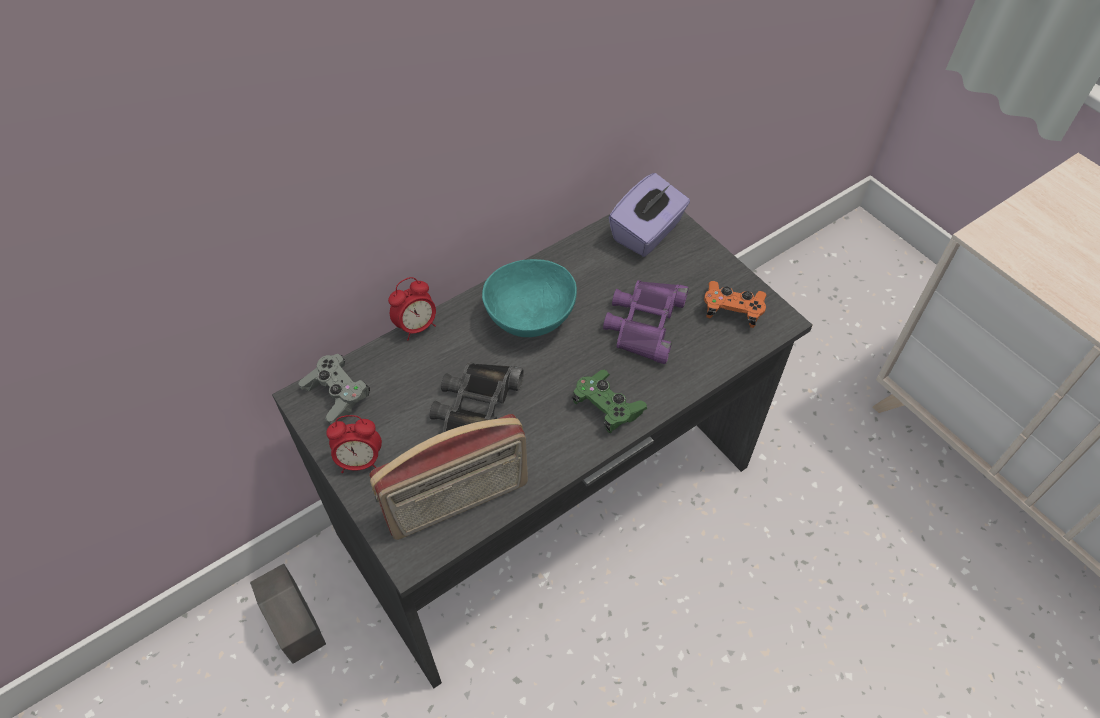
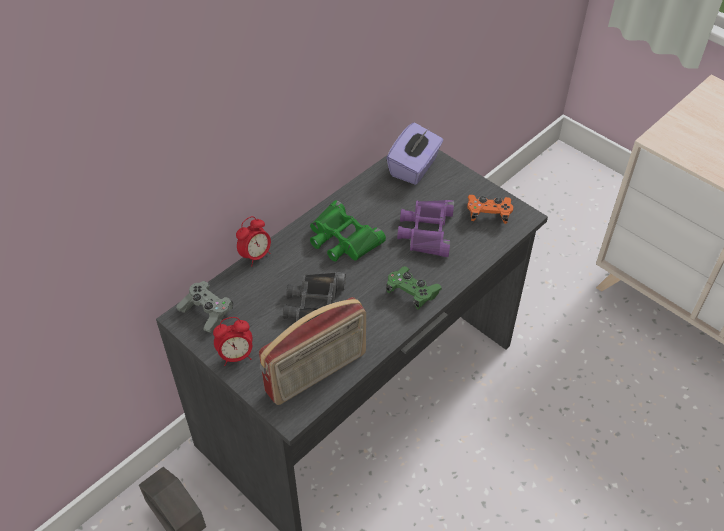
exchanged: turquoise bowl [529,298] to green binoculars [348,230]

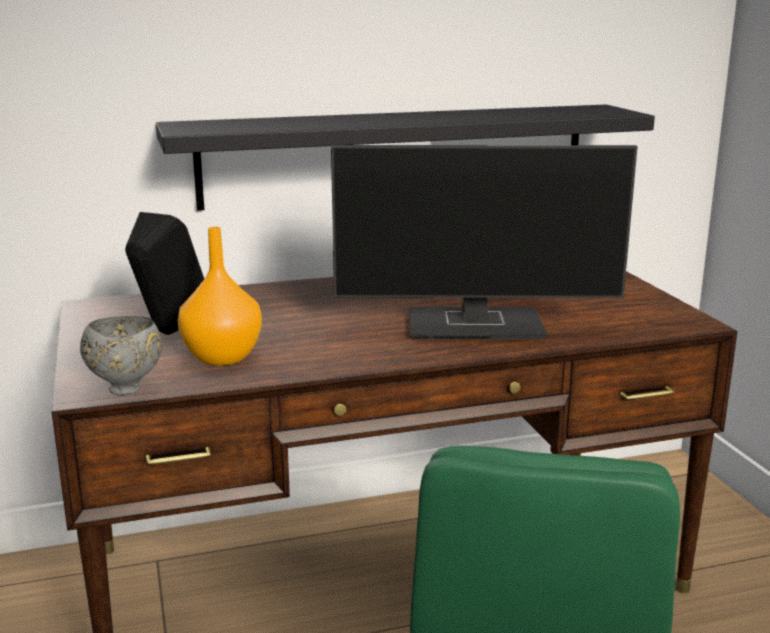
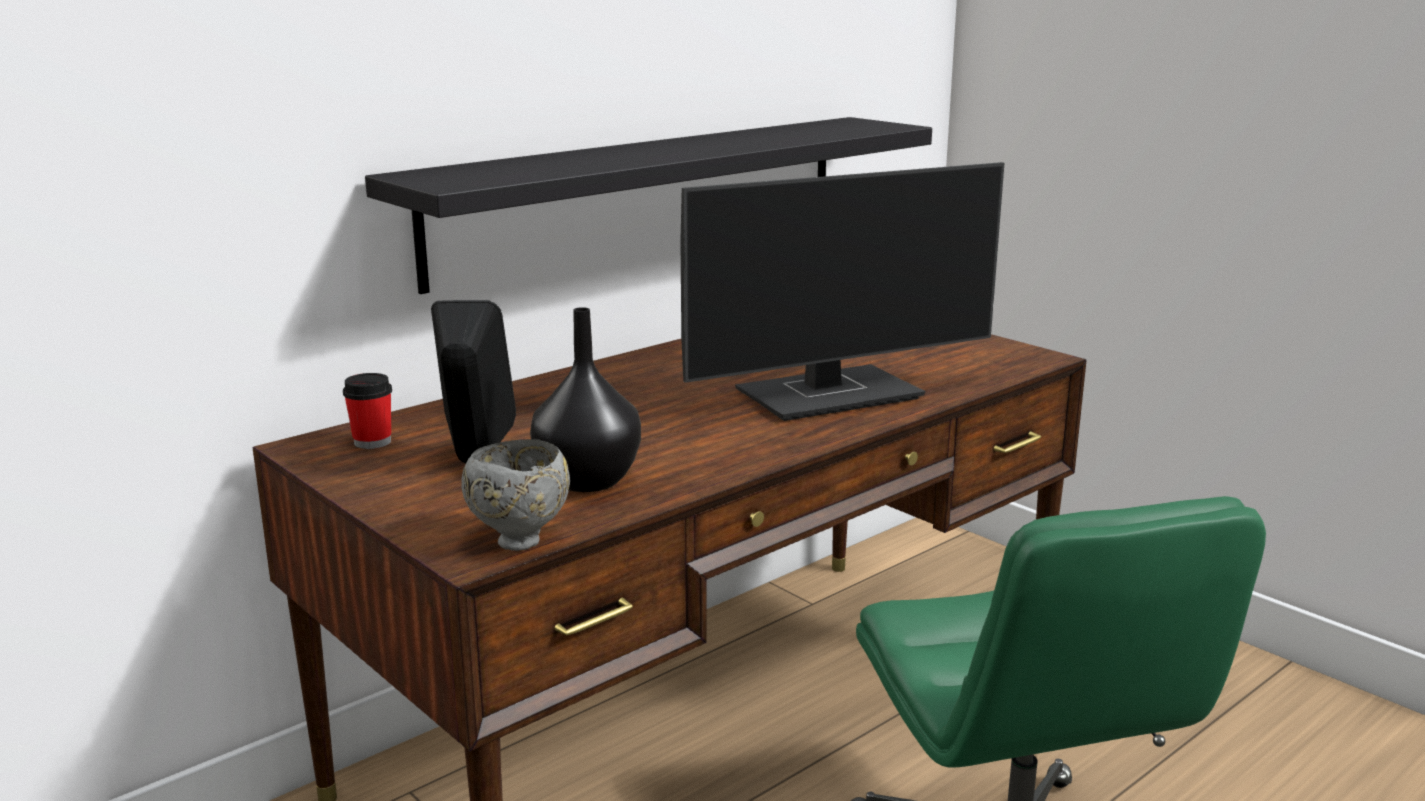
appeared: cup [367,411]
colour: orange vase [220,296] to black vase [585,399]

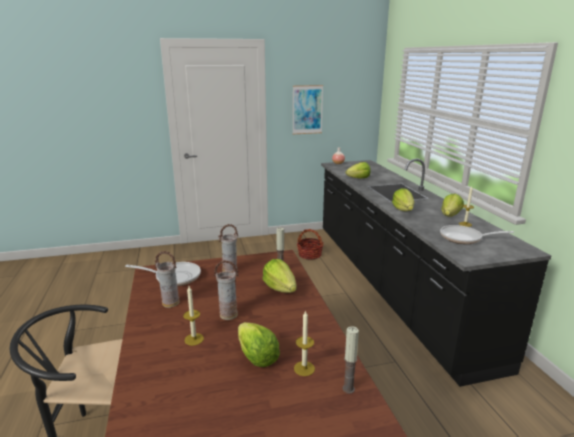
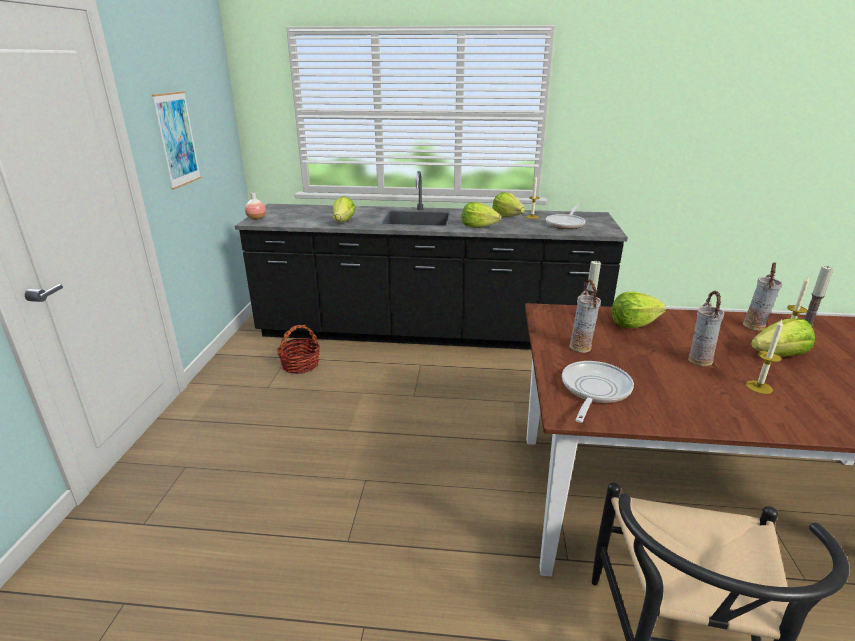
relocated: vase [167,279] to [762,297]

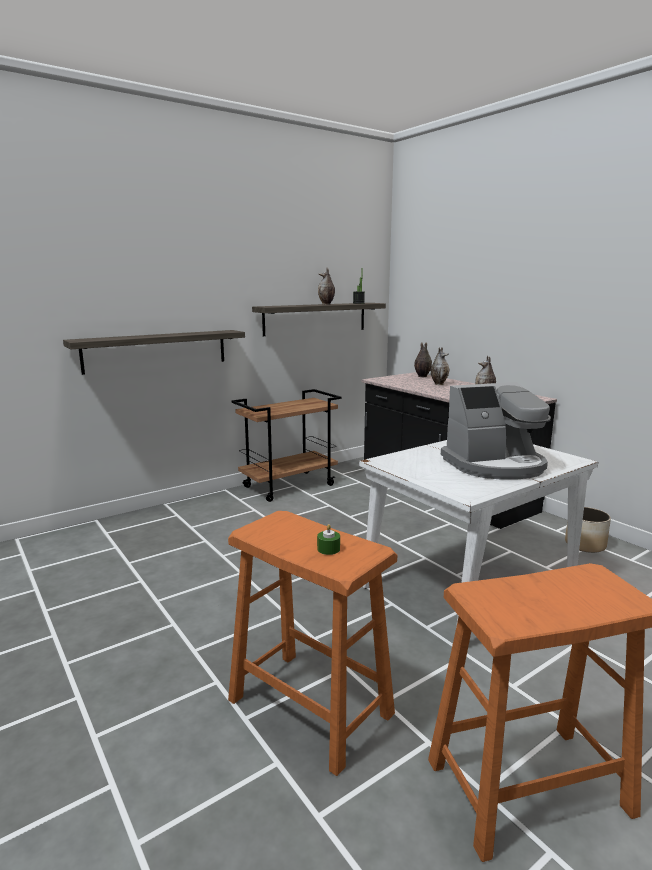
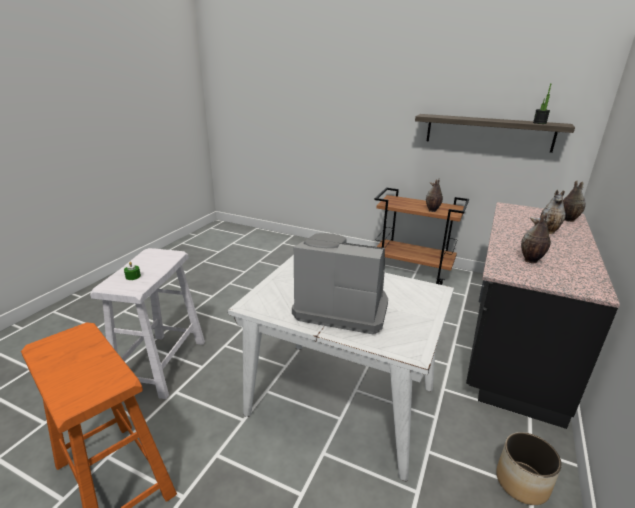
missing: shelf [154,352]
relocated: vase [326,286] to [434,195]
colour: orange stool [312,643] to white stool [147,323]
spun: coffee machine [496,430] = [340,283] 150 degrees clockwise

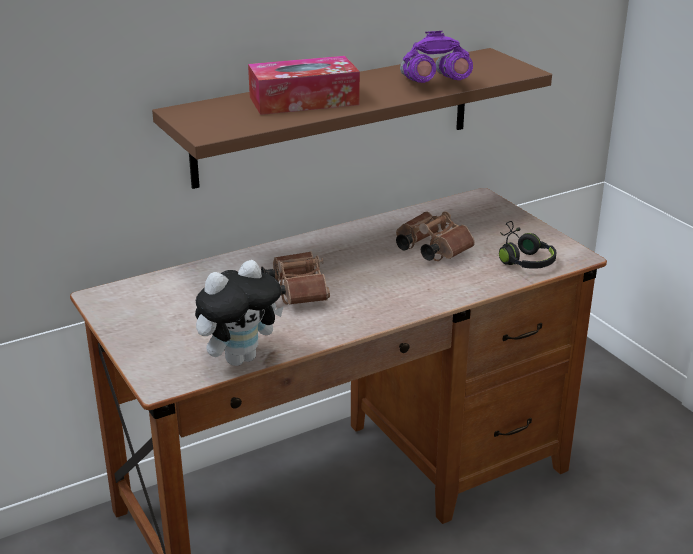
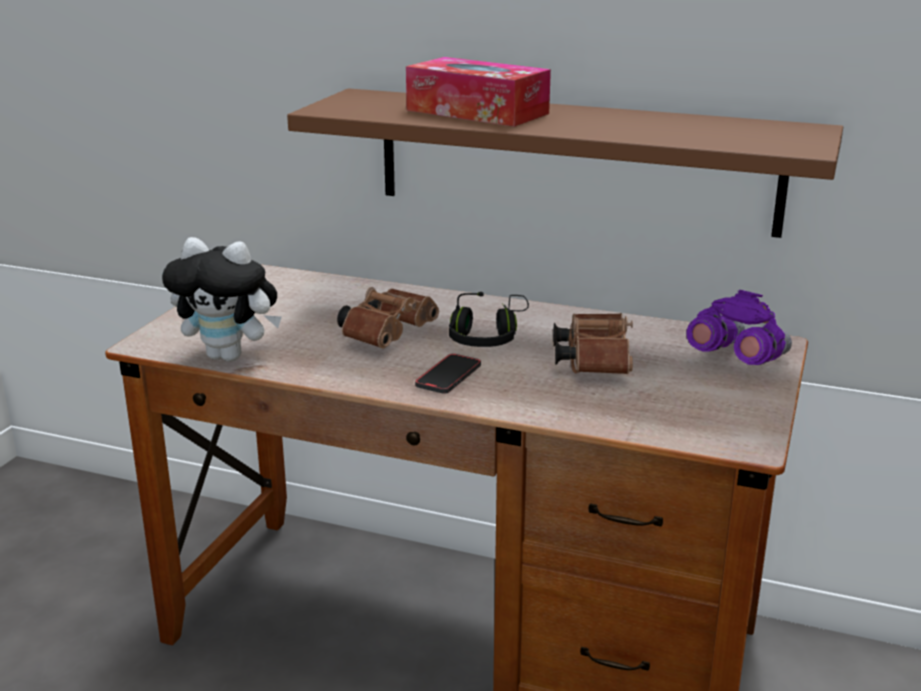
appeared: phone [448,374]
relocated: black headphones [528,245] to [489,319]; purple binoculars [436,57] to [739,327]

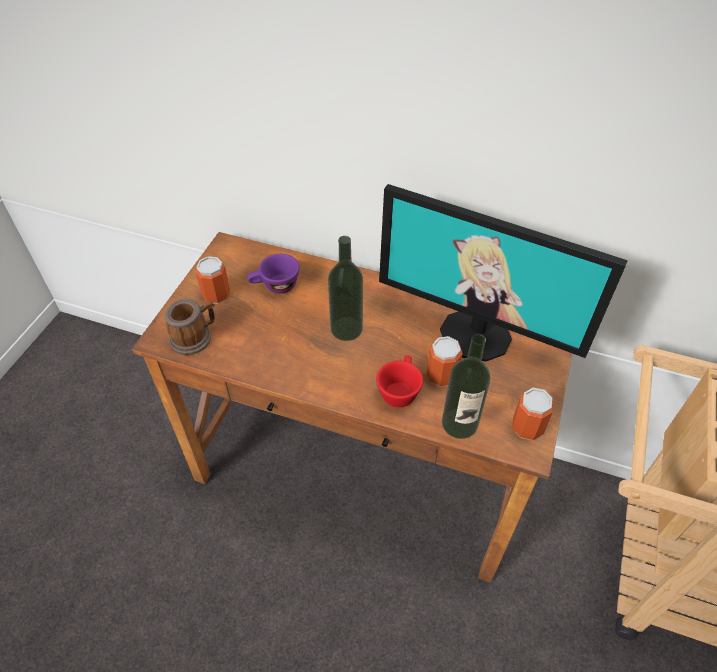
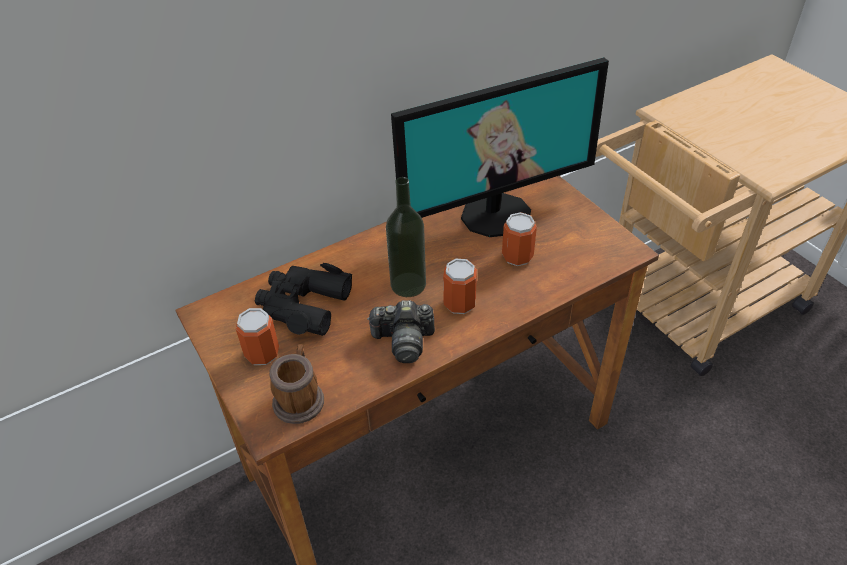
missing: red cup [399,381]; bottle [466,386]
appeared: photo camera [401,331]
relocated: can [533,414] to [460,286]
exchanged: purple cup [273,274] to black binoculars [303,299]

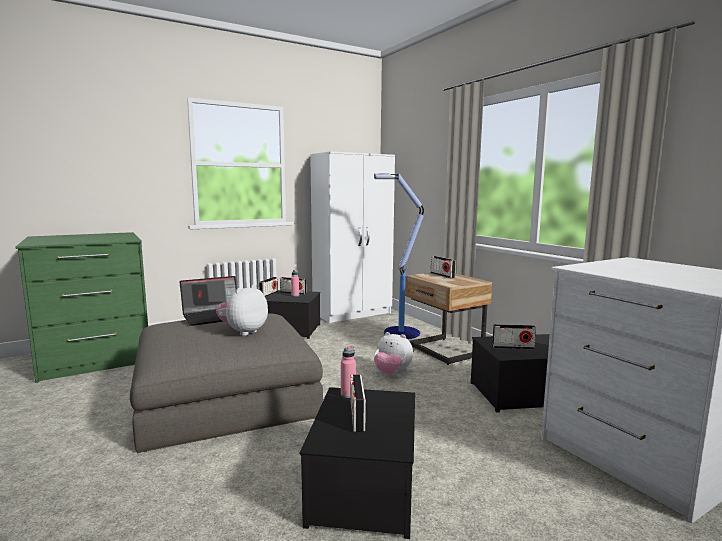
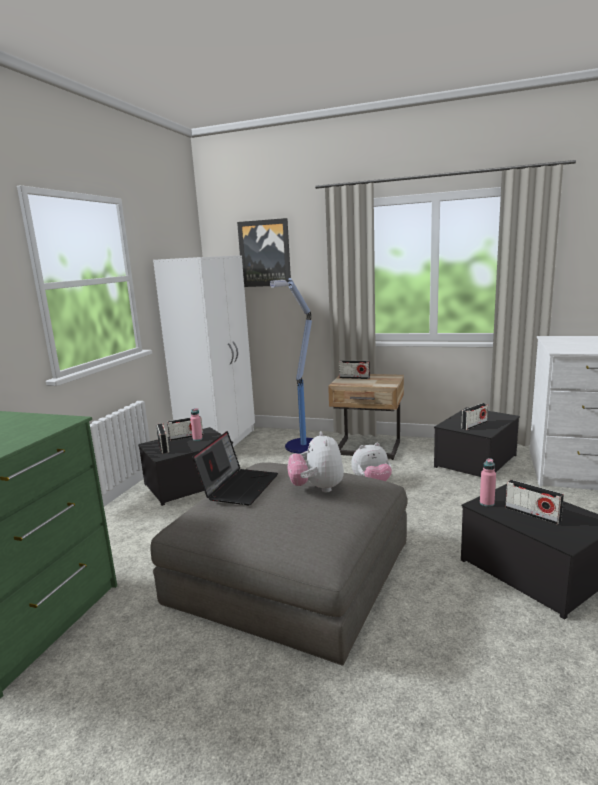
appeared: picture [264,252]

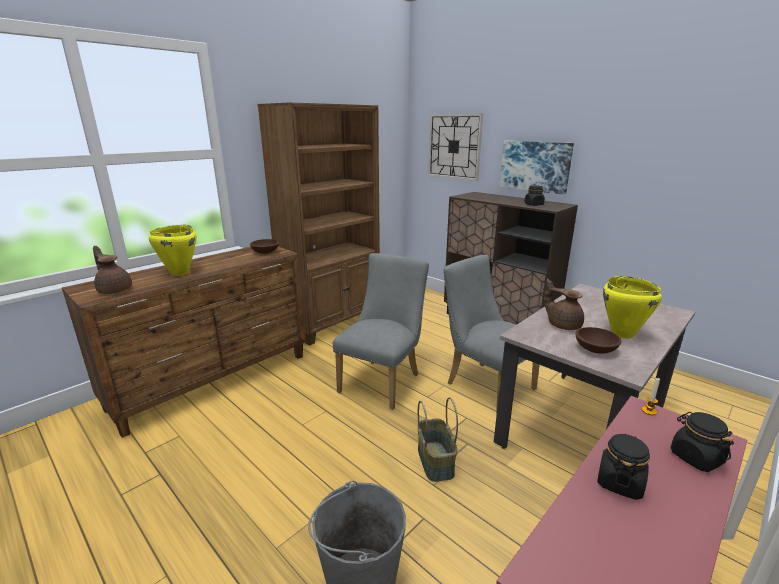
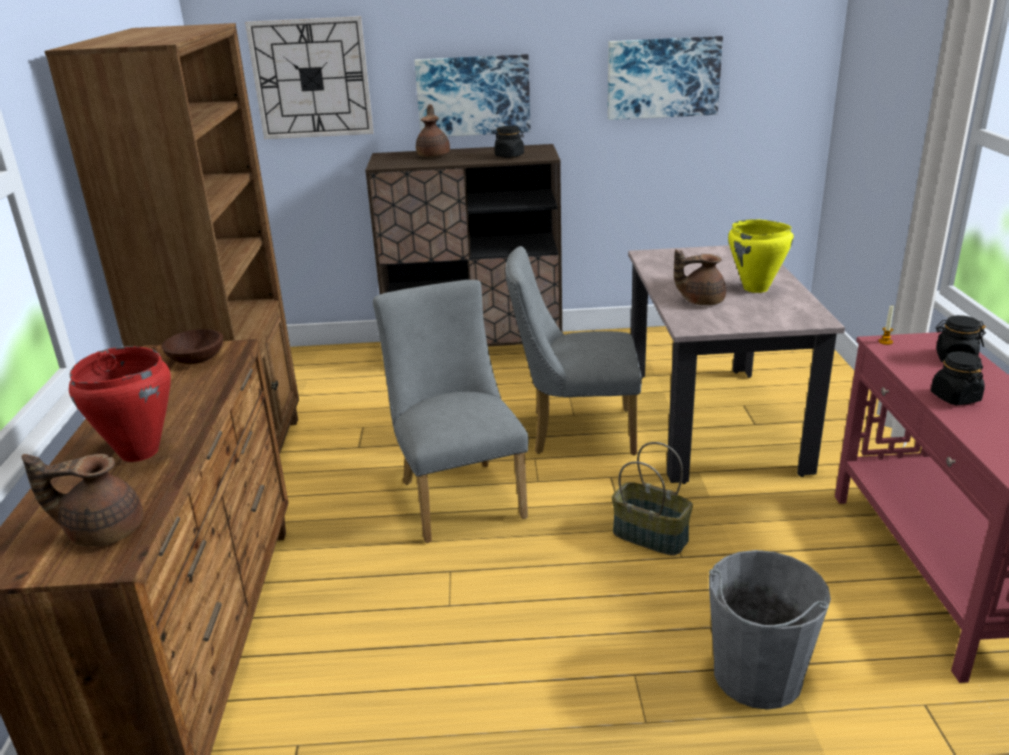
missing: brown bowl [598,340]
appeared: brown teapot [433,131]; picture [665,78]
colour: yellow cooking pot [172,250] to red cooking pot [120,404]

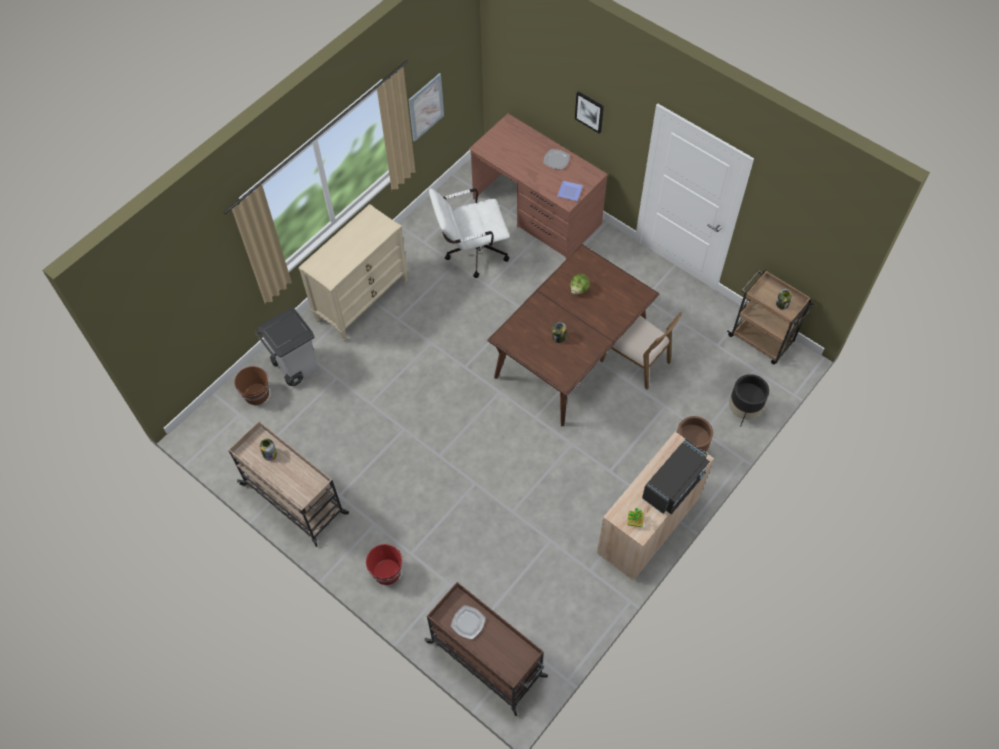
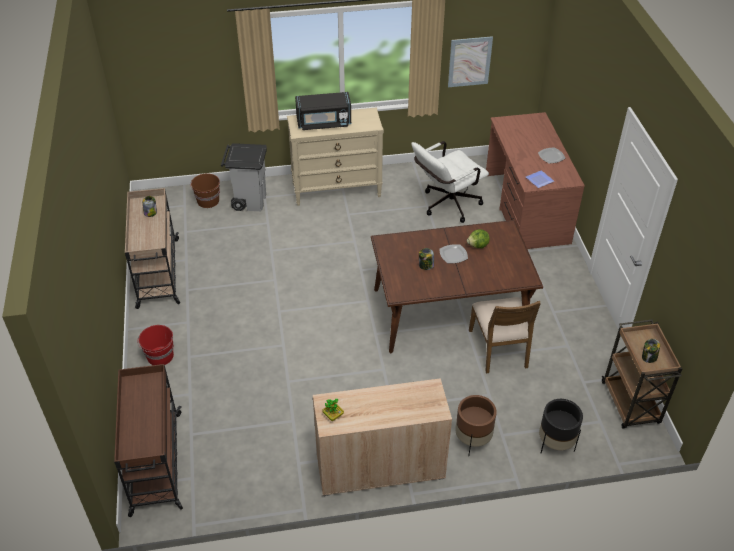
missing: picture [589,112]
relocated: black microwave [676,476] to [323,111]; plate [468,622] to [454,253]
spun: white office chair [469,233] = [450,182] 60 degrees counterclockwise

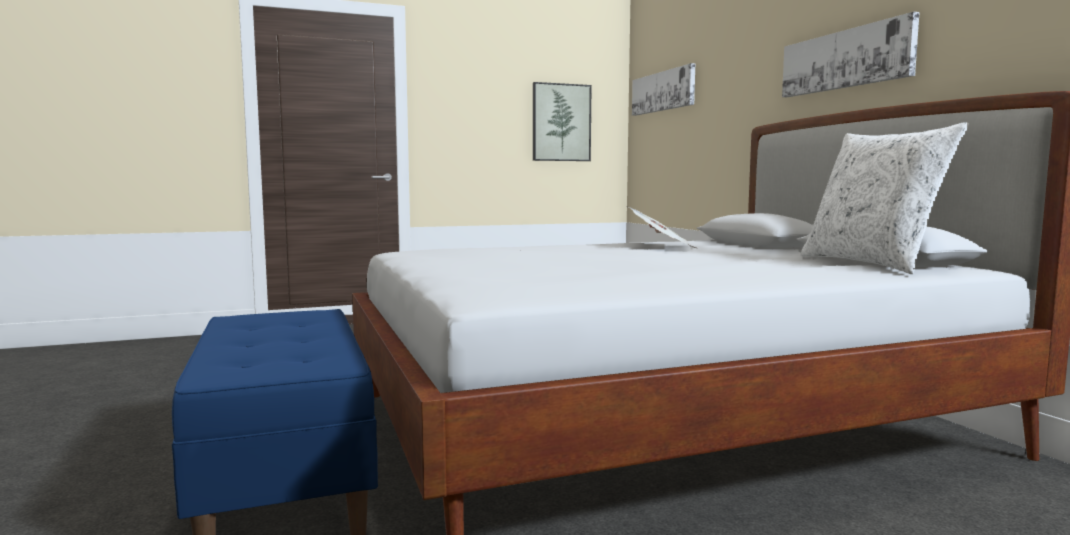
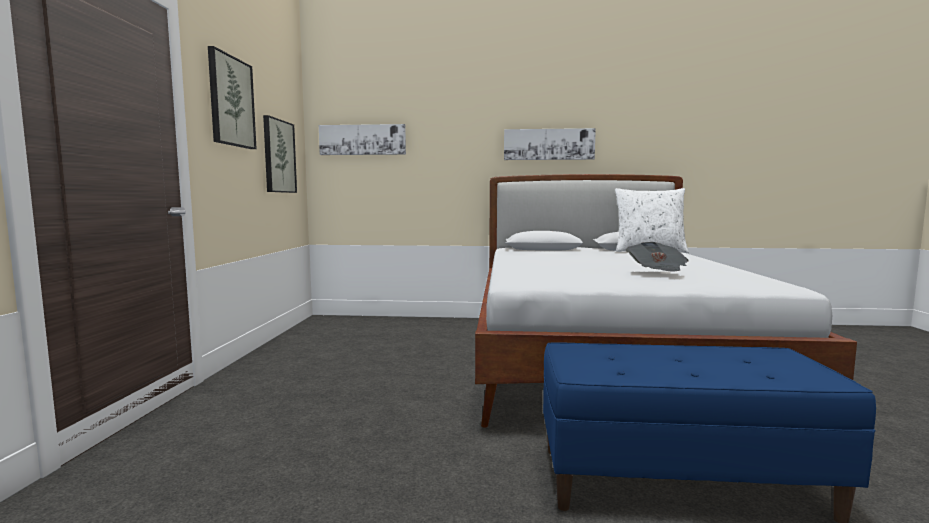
appeared: picture [232,97]
relocated: newspaper [661,227] to [657,256]

